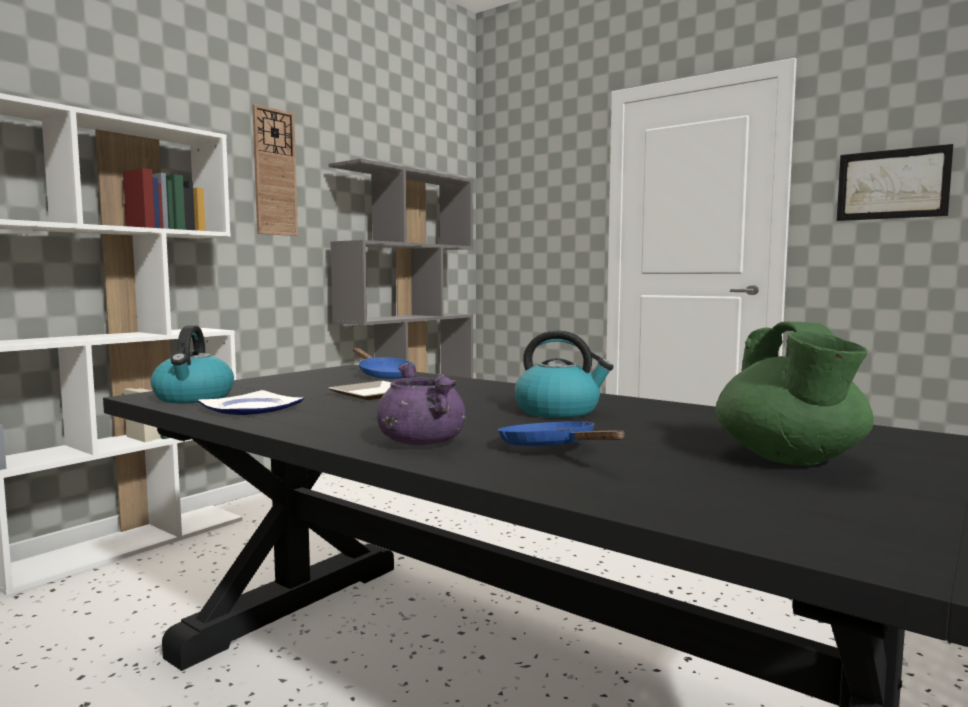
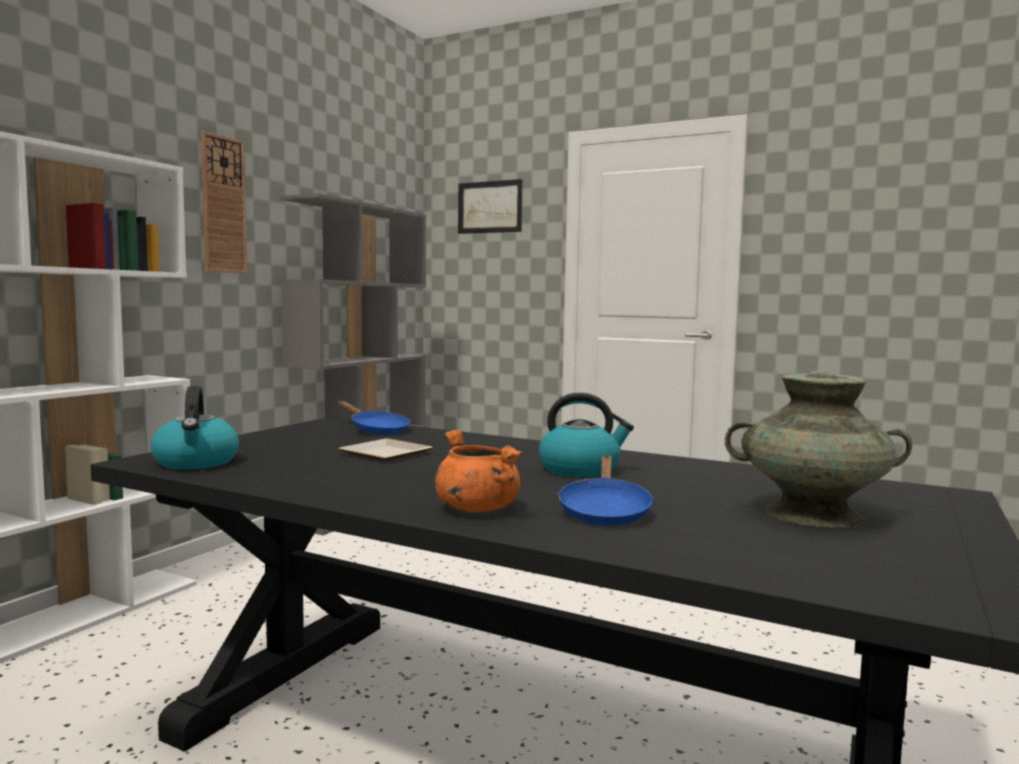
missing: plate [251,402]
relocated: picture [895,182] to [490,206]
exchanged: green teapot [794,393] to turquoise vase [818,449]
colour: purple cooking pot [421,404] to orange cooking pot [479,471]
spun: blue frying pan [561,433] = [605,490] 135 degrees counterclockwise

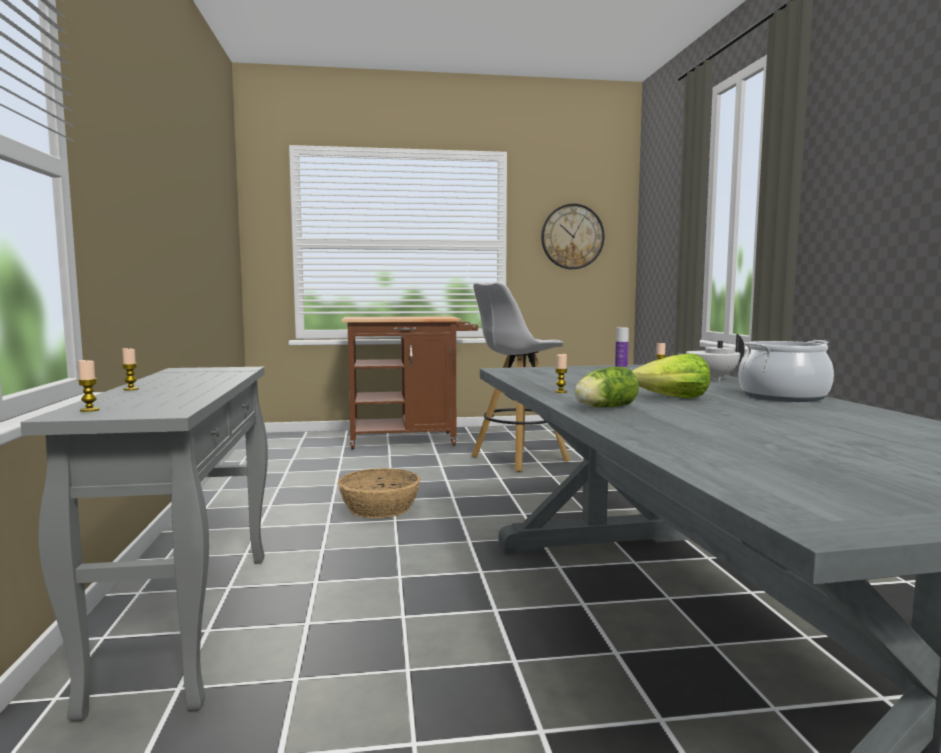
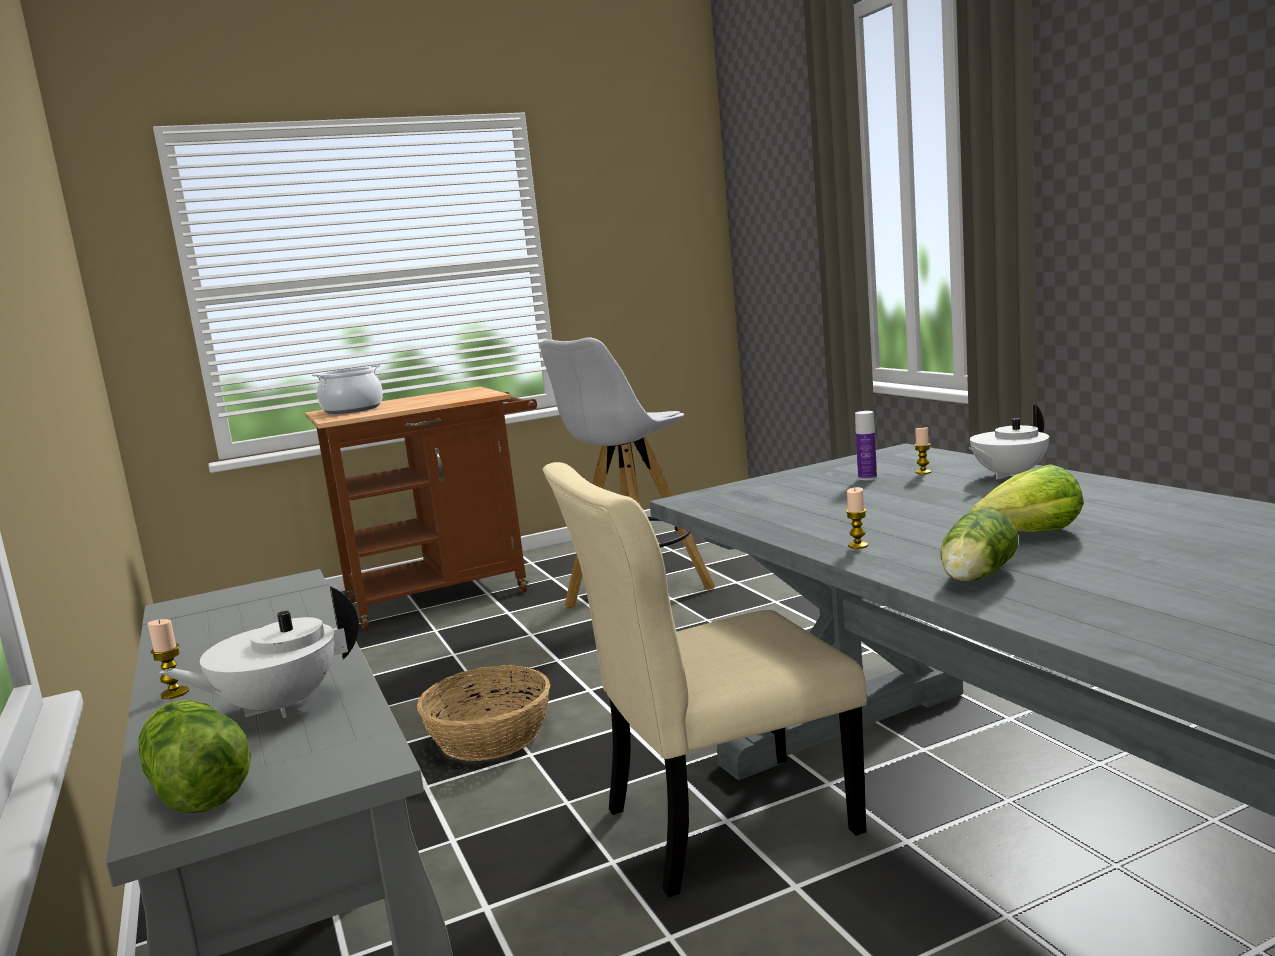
missing: wall clock [573,236]
appeared: white teapot [259,652]; beige chair [705,680]
relocated: cooking pot [786,371] to [347,389]
exchanged: candle [88,386] to lettuce [195,756]

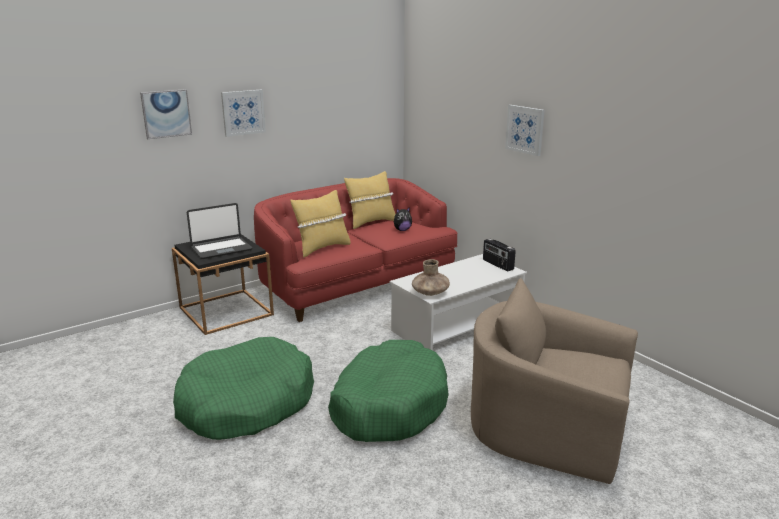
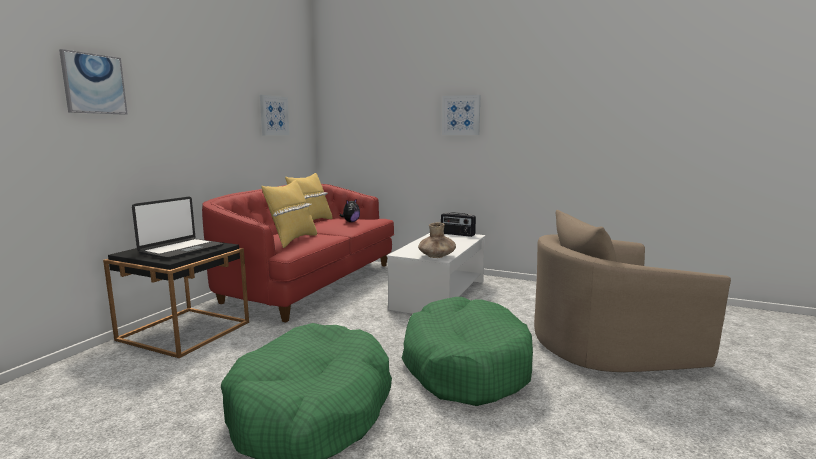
relocated: picture [243,113] to [275,115]

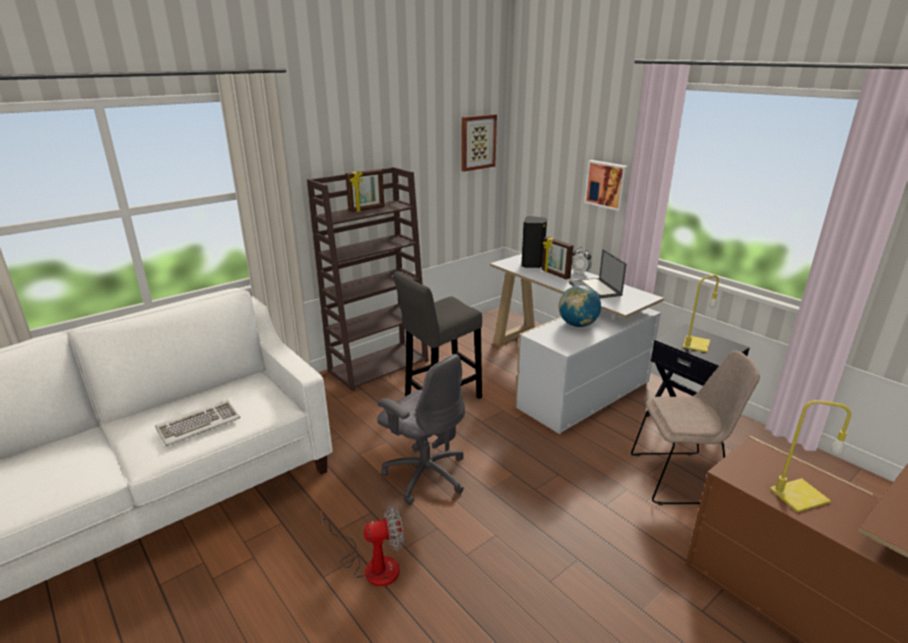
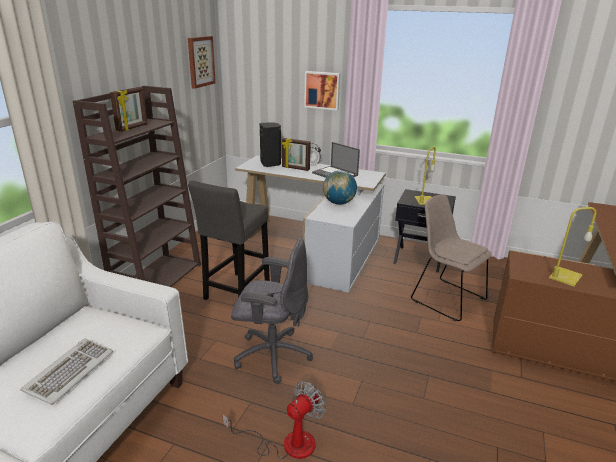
spun: beige chair [695,427] = [451,257] 105 degrees counterclockwise

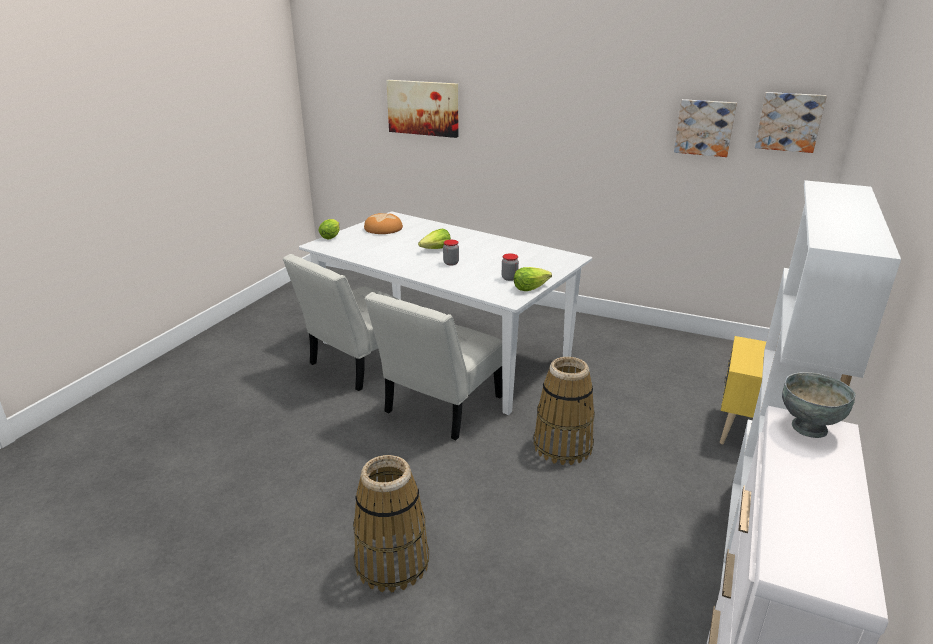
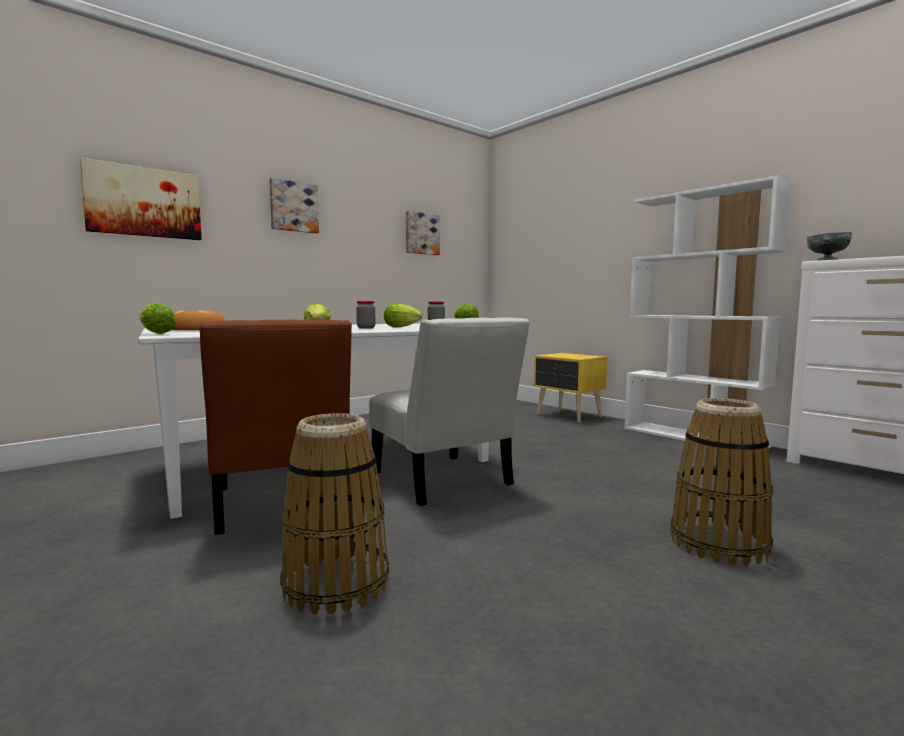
appeared: lettuce [403,315]
relocated: picture [791,122] to [294,205]; basket [564,411] to [334,514]
colour: white chair [341,322] to brown chair [275,427]

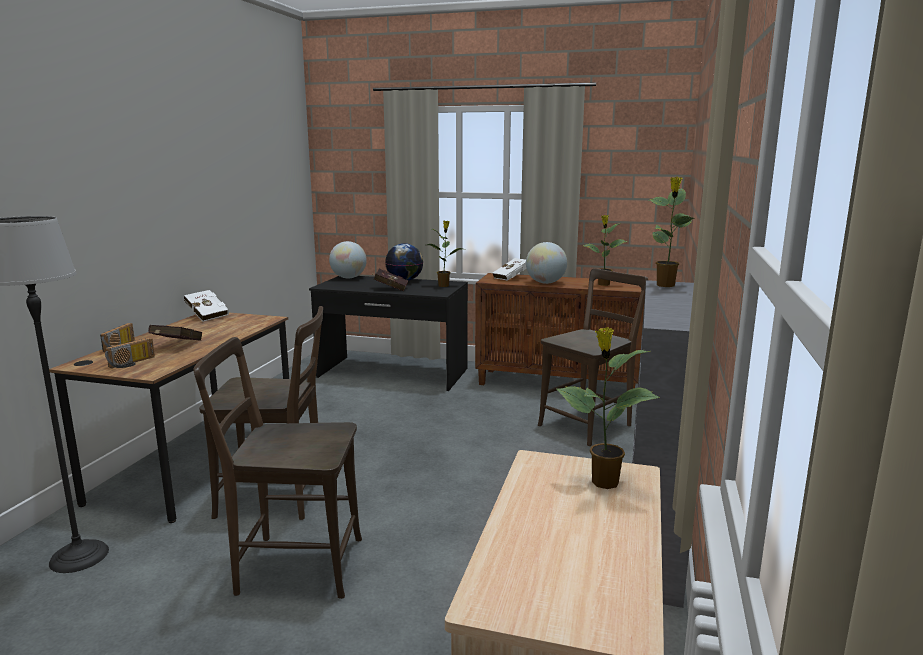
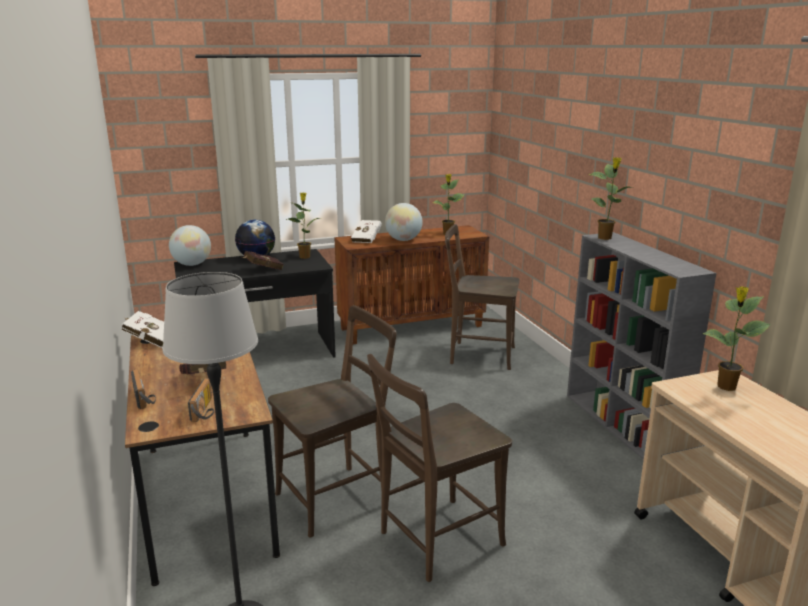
spun: brown chair [593,357] = [482,297] 90 degrees counterclockwise

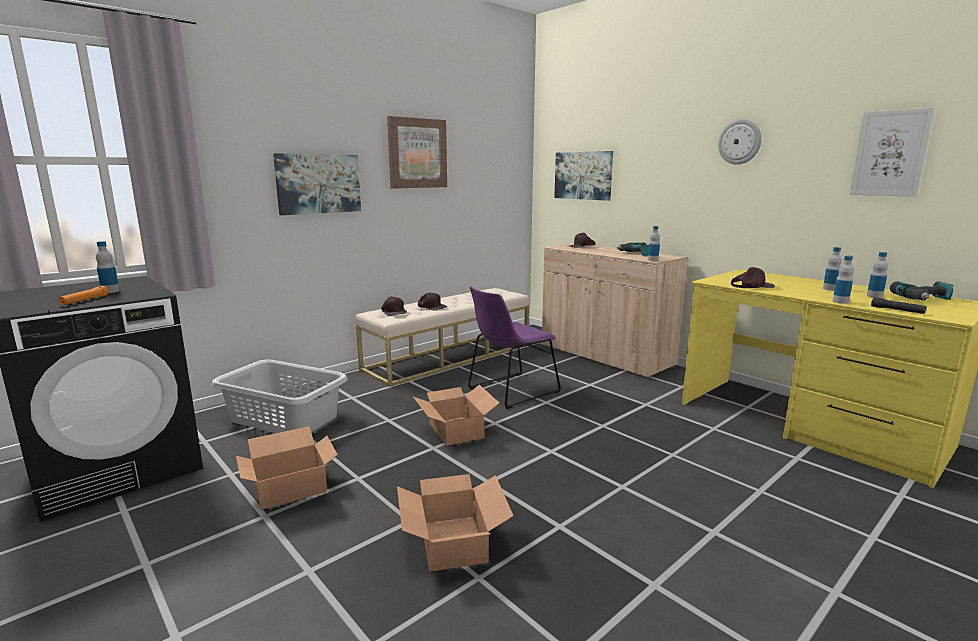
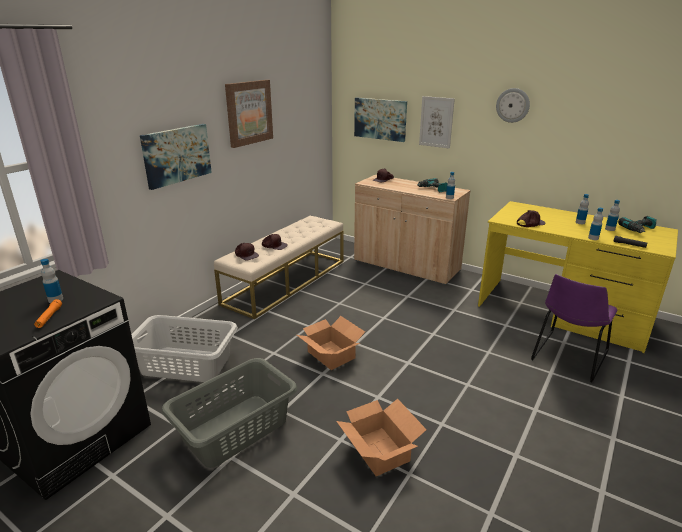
relocated: picture [892,152] to [437,122]; purple chair [514,347] to [574,328]
exchanged: cardboard box [287,468] to grey laundry basket [229,413]

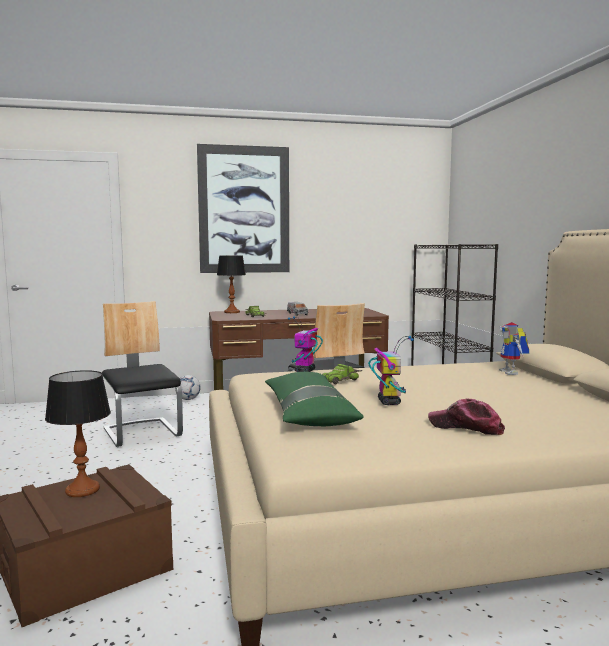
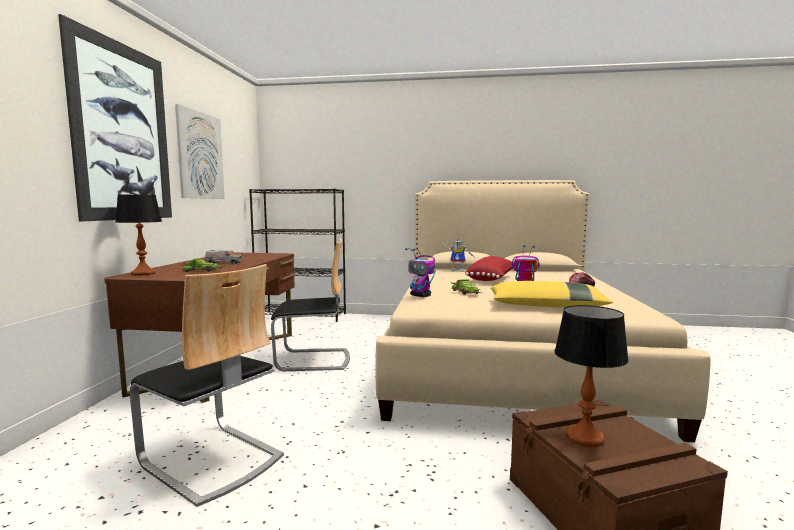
missing: football [188,387]
appeared: picture [200,151]; red pillow [489,268]
colour: green pillow [314,399] to yellow pillow [552,294]
spun: chair [142,374] = [207,385] 135 degrees counterclockwise

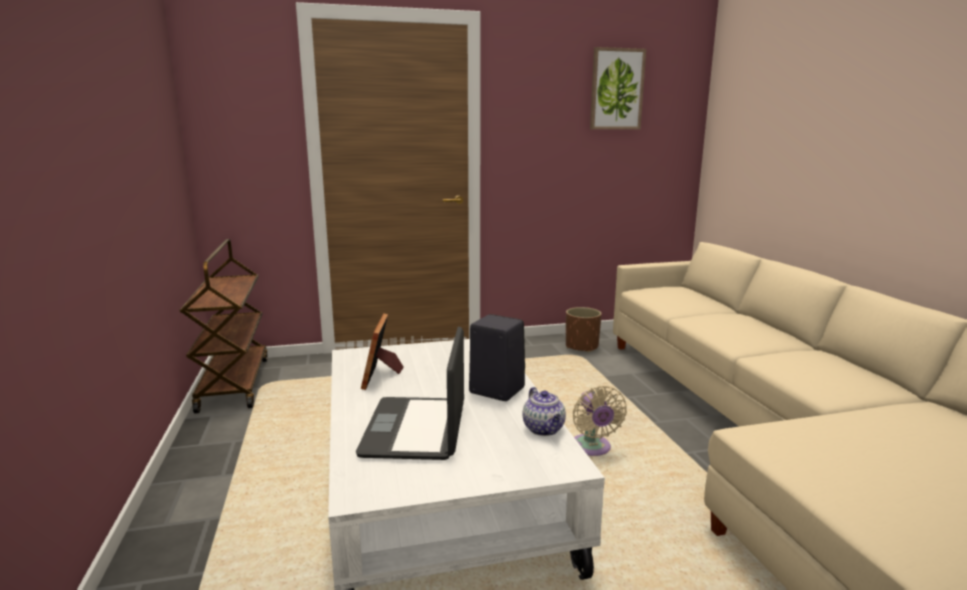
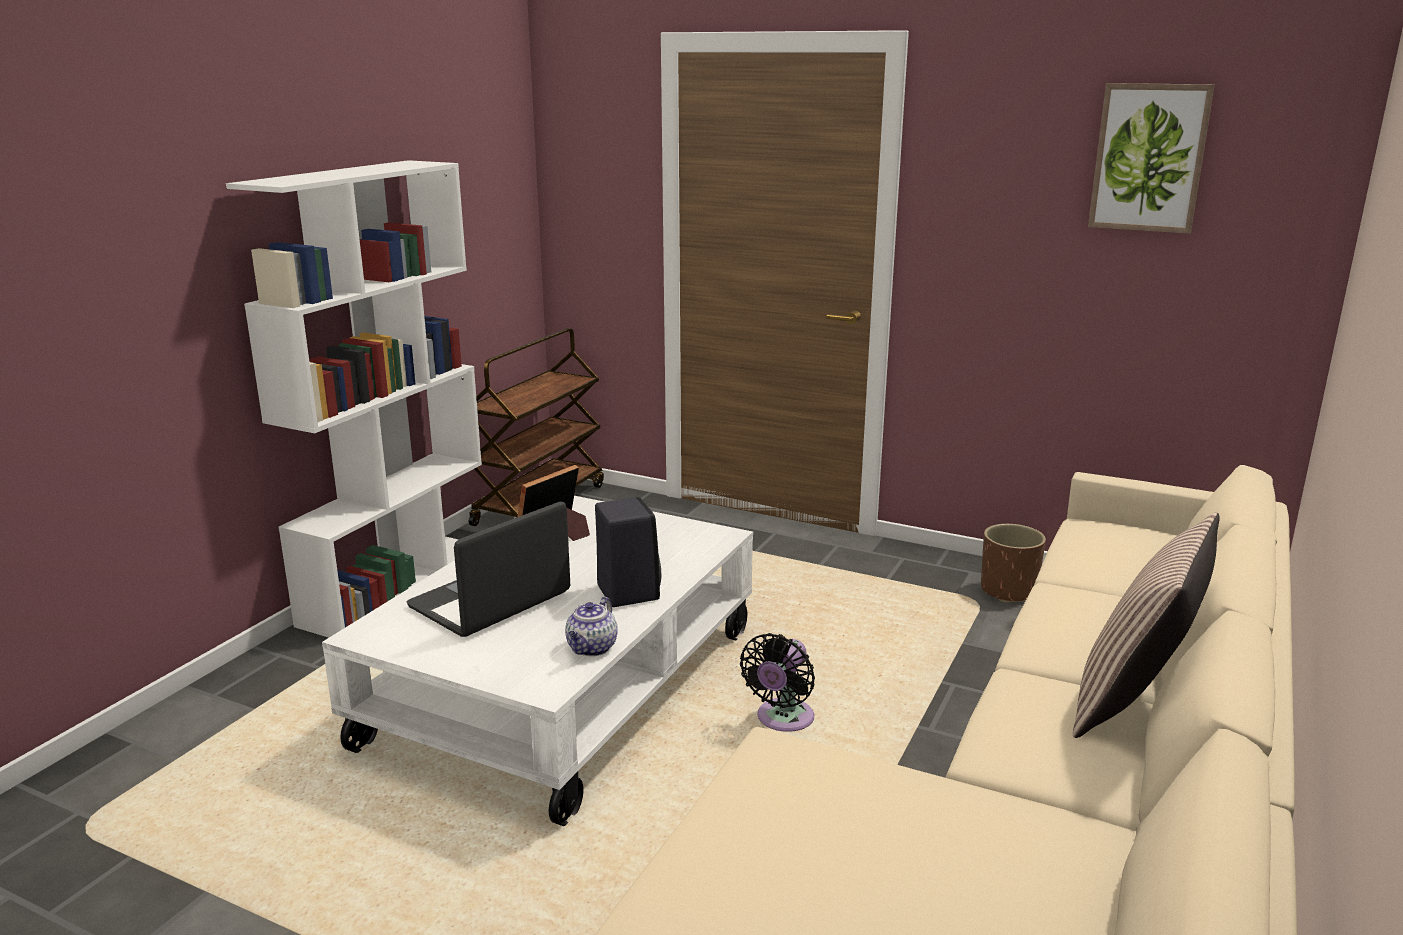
appeared: white bookcase [354,399]; pillow [1146,625]
colour: beige fan [600,421] to black fan [777,682]

